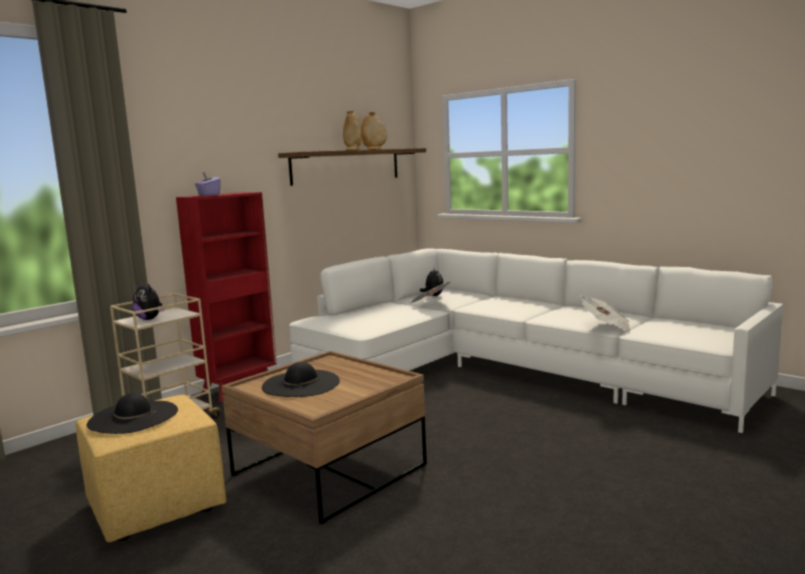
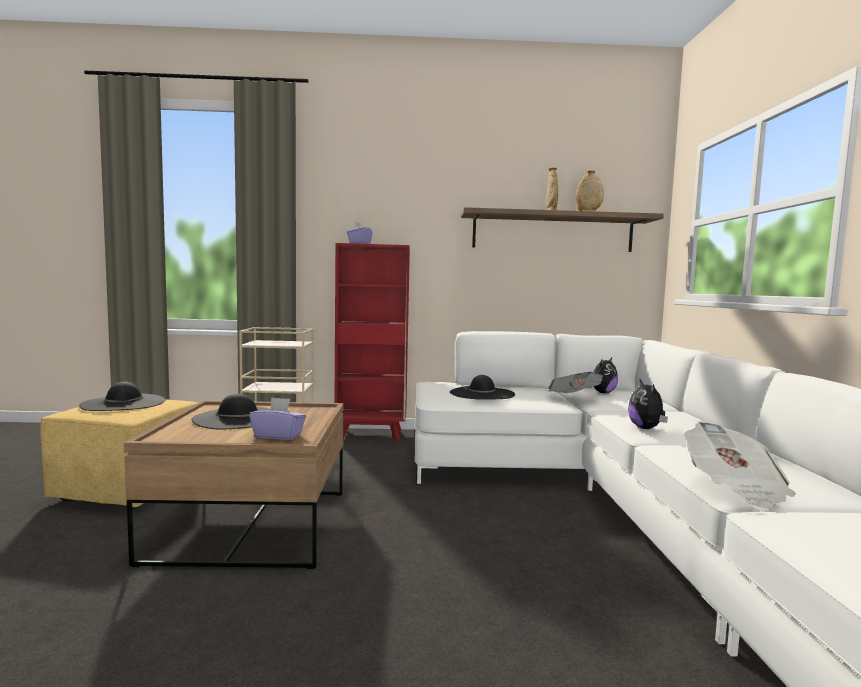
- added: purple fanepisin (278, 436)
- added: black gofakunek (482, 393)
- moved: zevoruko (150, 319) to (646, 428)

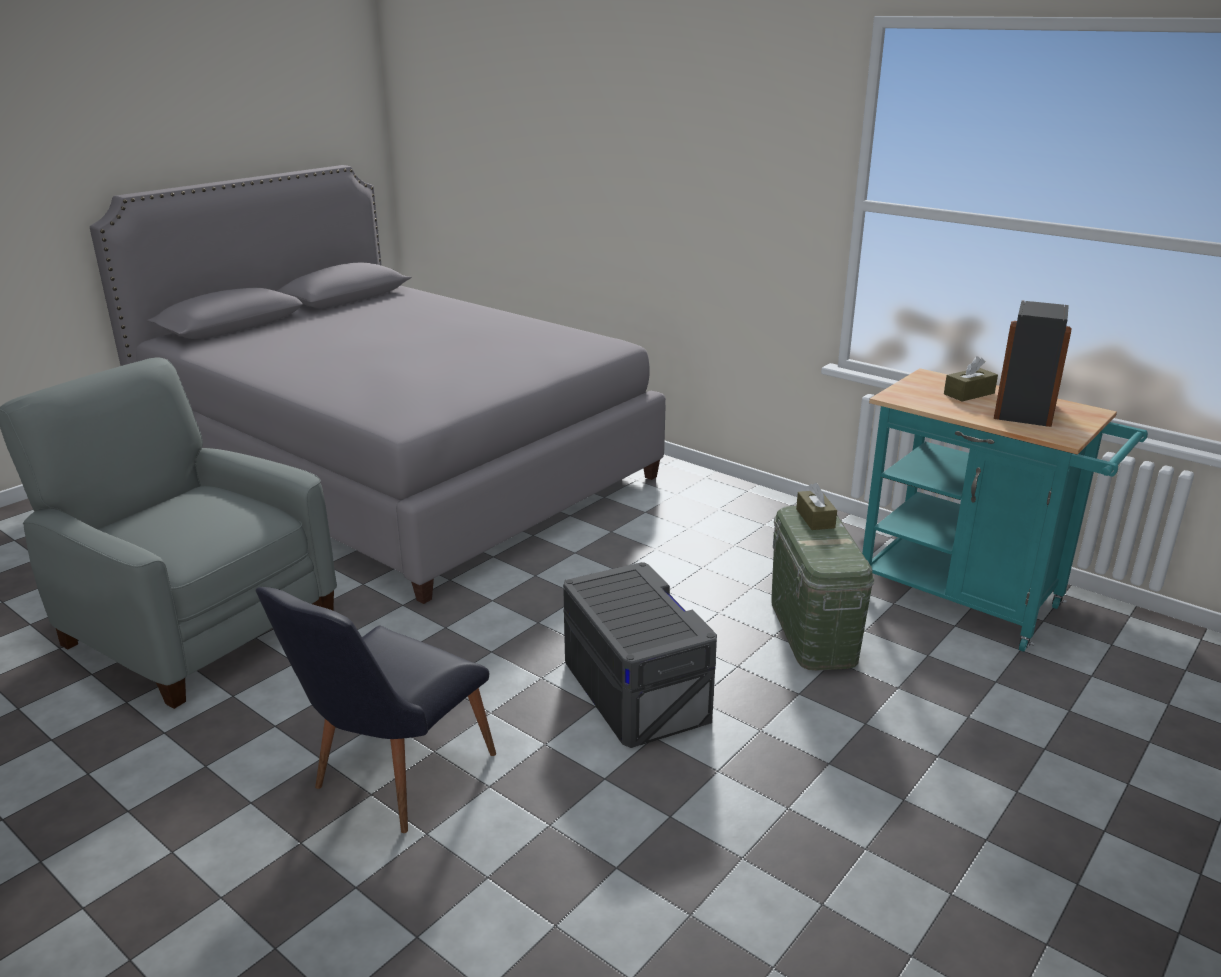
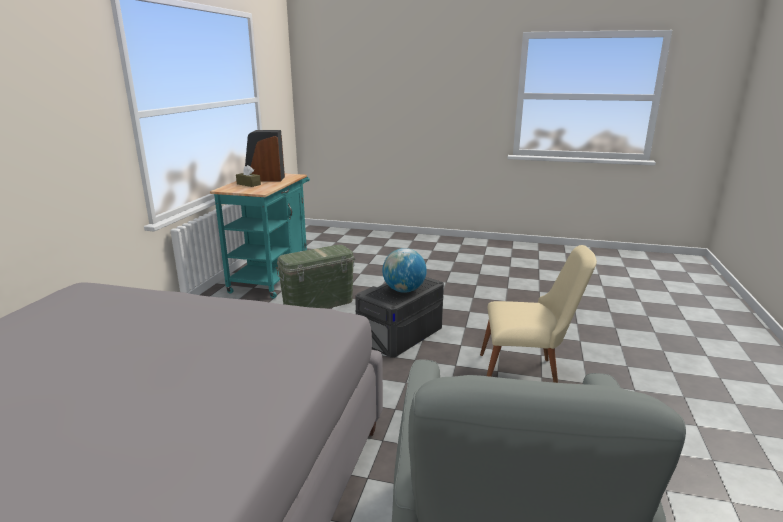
- added: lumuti (404, 290)
- recoloured: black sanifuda (391, 779) to beige sanifuda (527, 375)
- removed: brown fanepisin (815, 518)

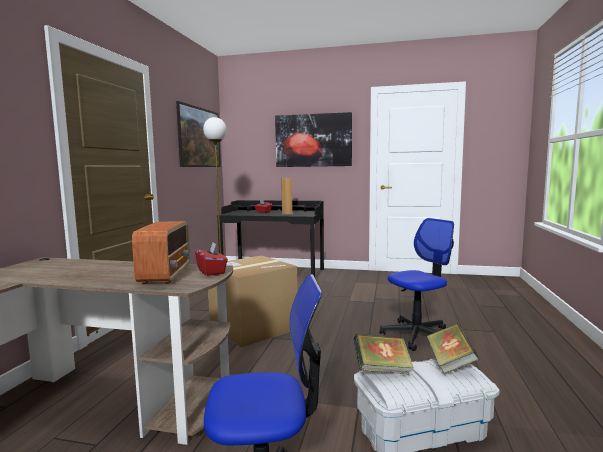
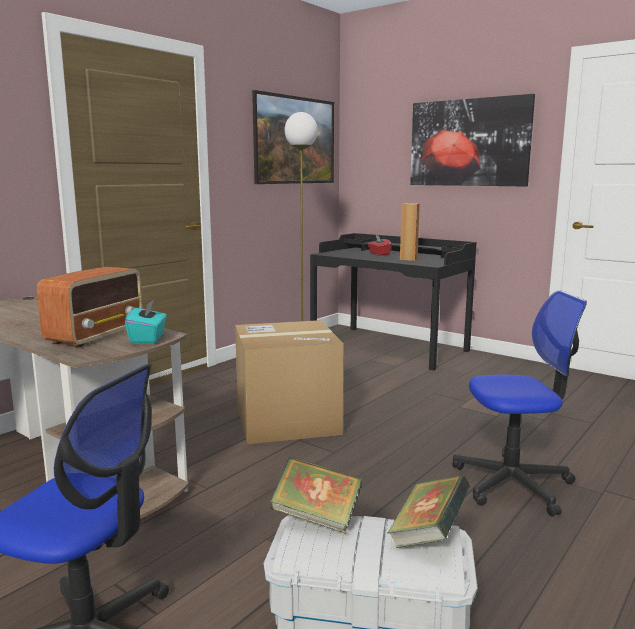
- recoloured: red fanepisin (211, 271) to turquoise fanepisin (148, 338)

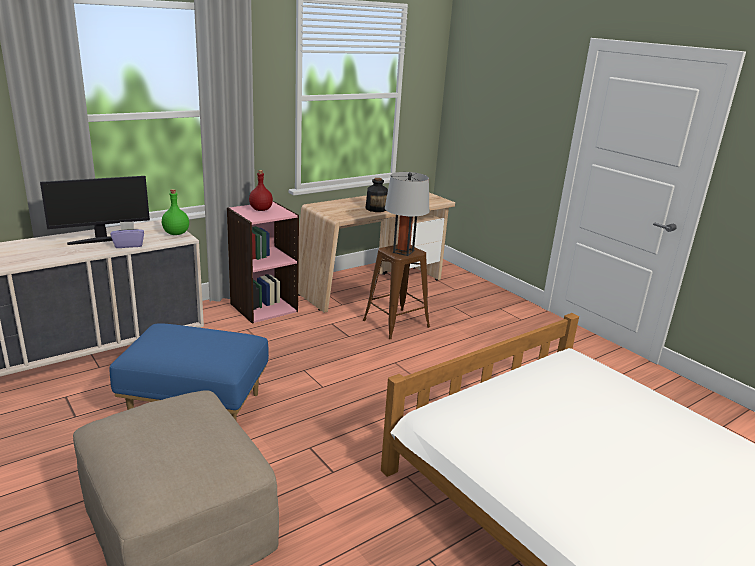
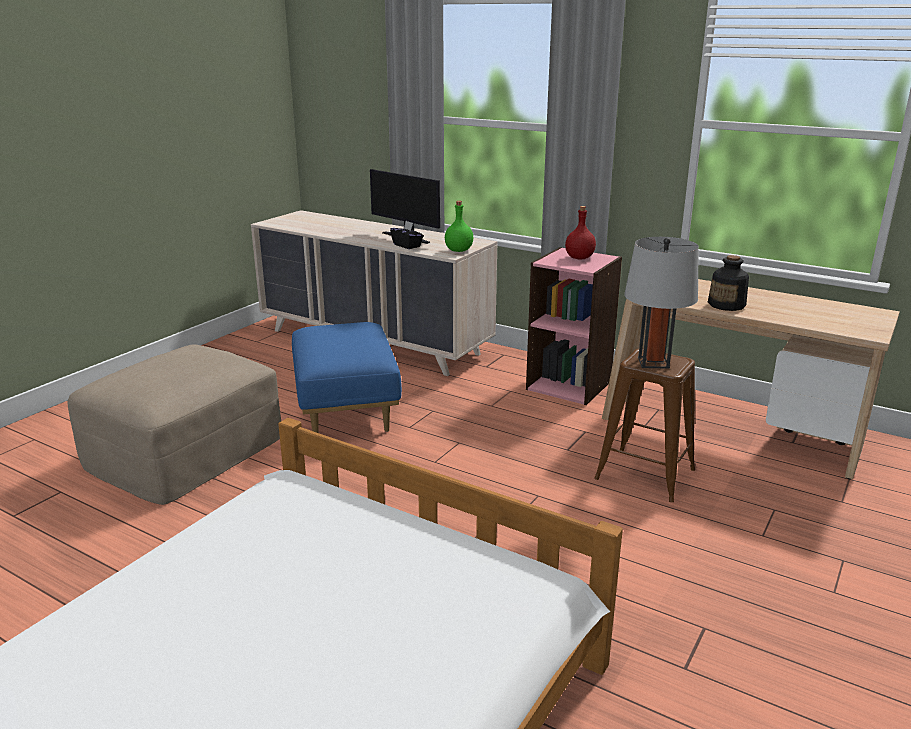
- recoloured: purple fanepisin (128, 245) to black fanepisin (407, 245)

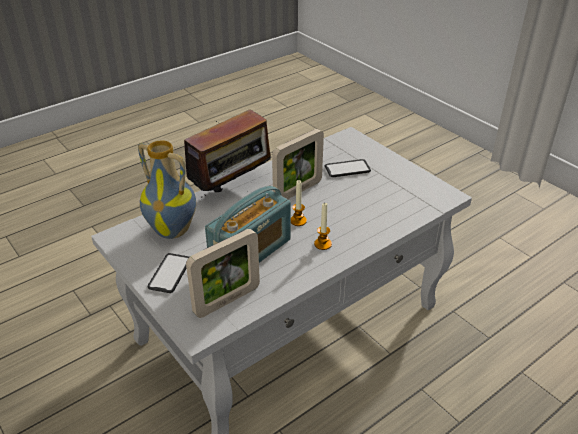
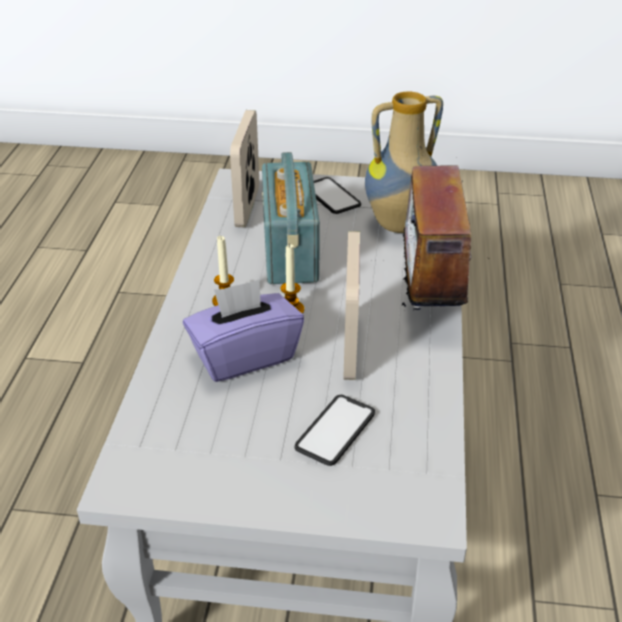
- added: purple fanepisin (244, 356)

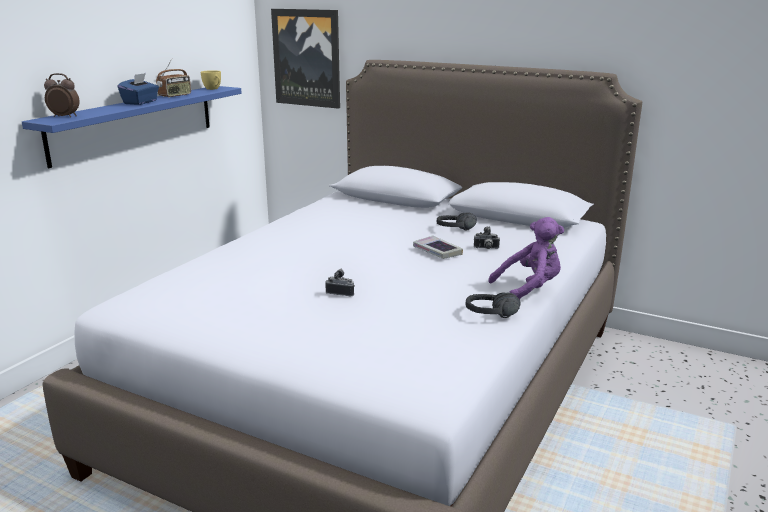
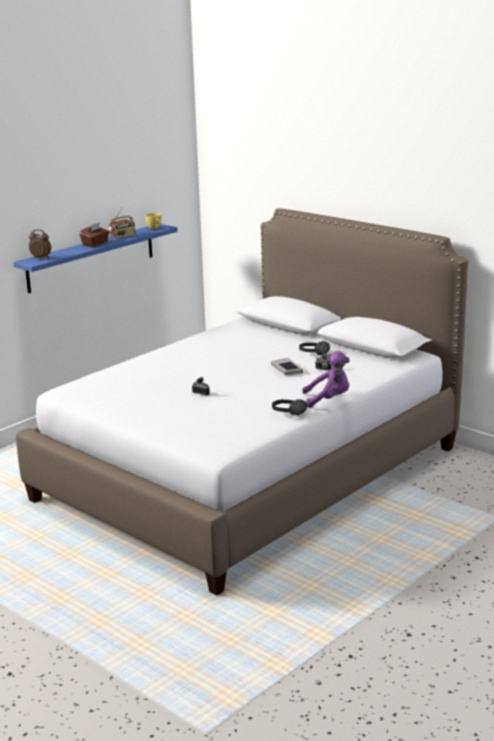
- recoloured: blue fanepisin (140, 102) to brown fanepisin (95, 244)
- removed: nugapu (307, 58)

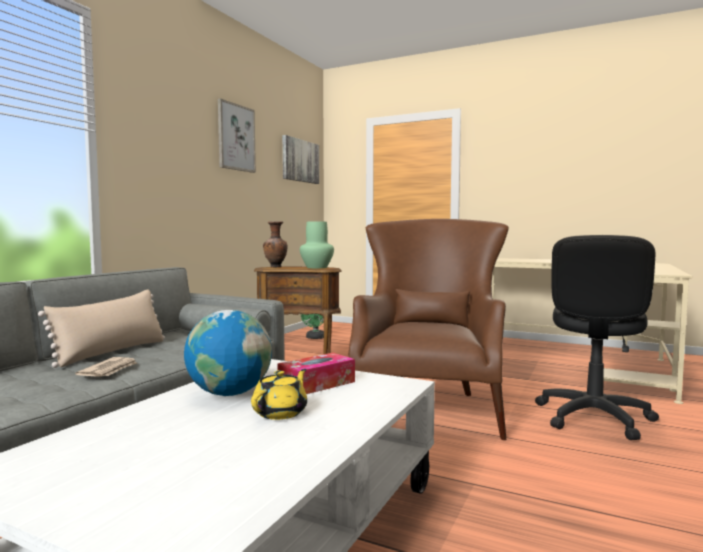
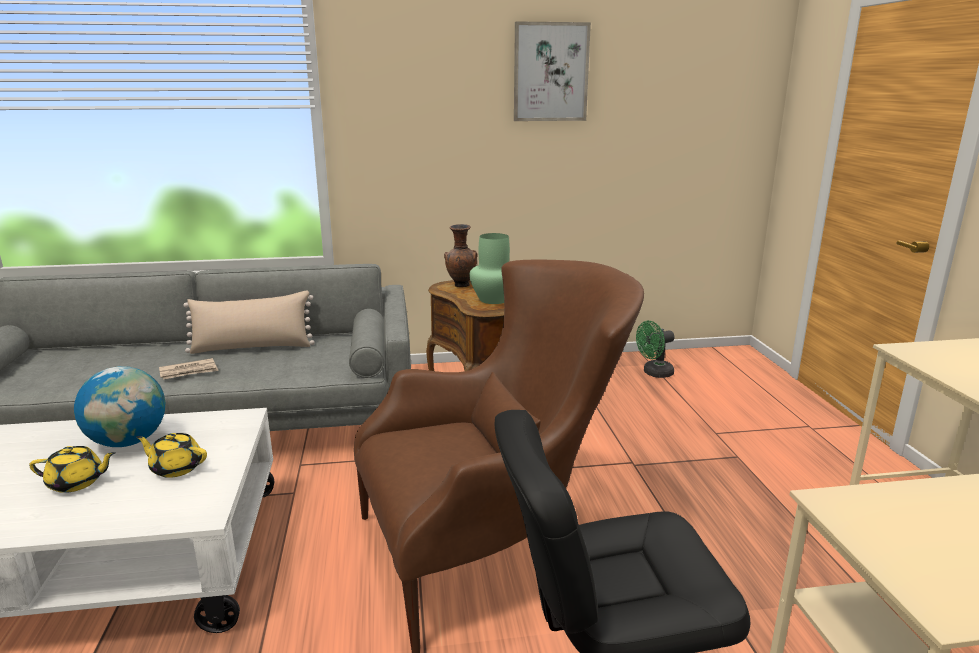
- replaced: fanepisin (317, 384) to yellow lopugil (176, 468)
- removed: nugapu (300, 161)

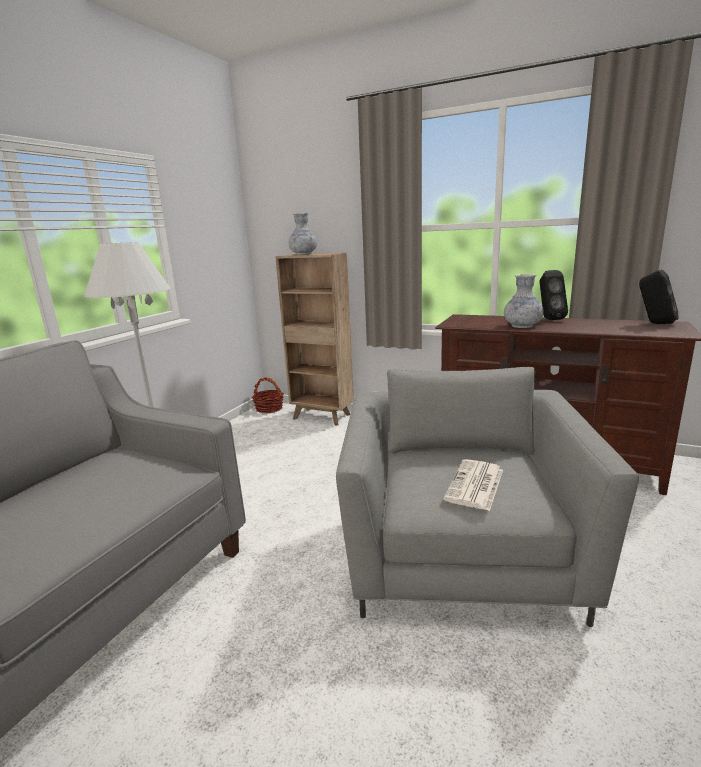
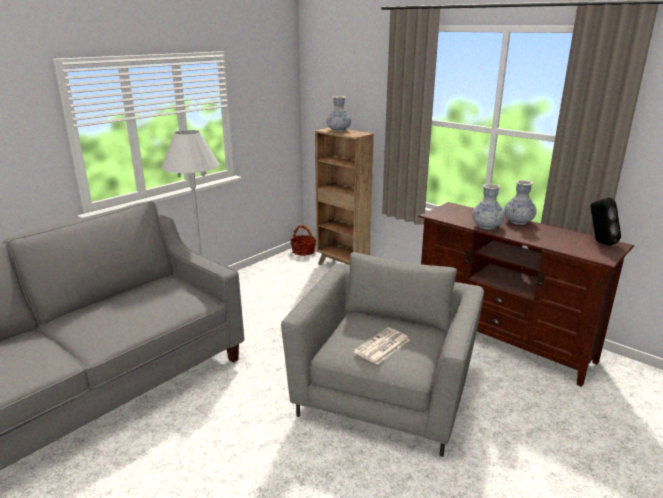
- replaced: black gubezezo (548, 319) to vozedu (518, 222)

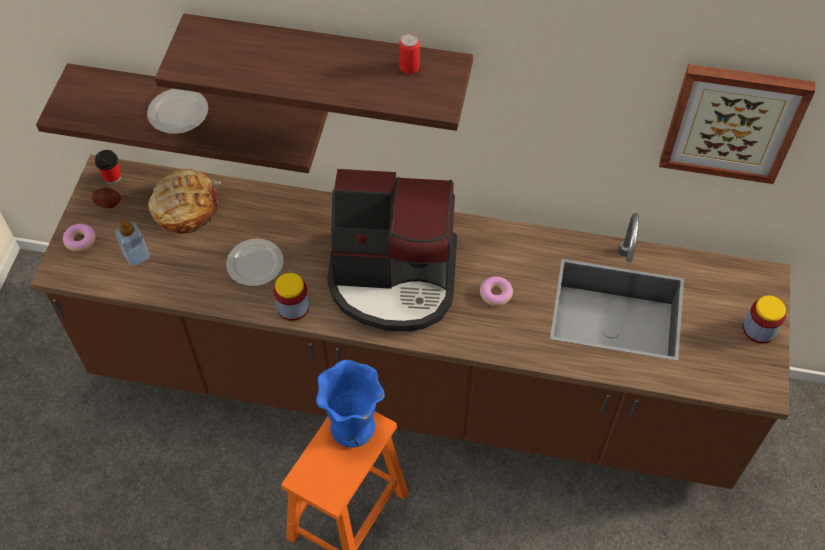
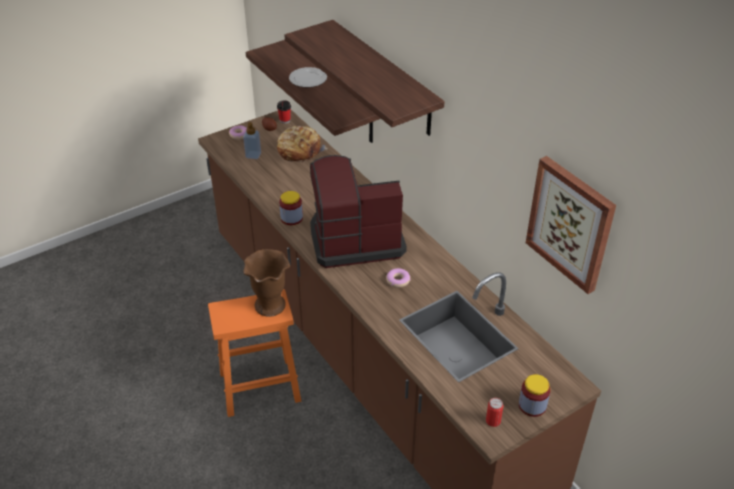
- recoloured: blue vozedu (353, 427) to brown vozedu (270, 305)
- turned: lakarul (394, 279) = (355, 239) 120 degrees clockwise
- moved: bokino (409, 67) to (493, 421)
- removed: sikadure (256, 264)

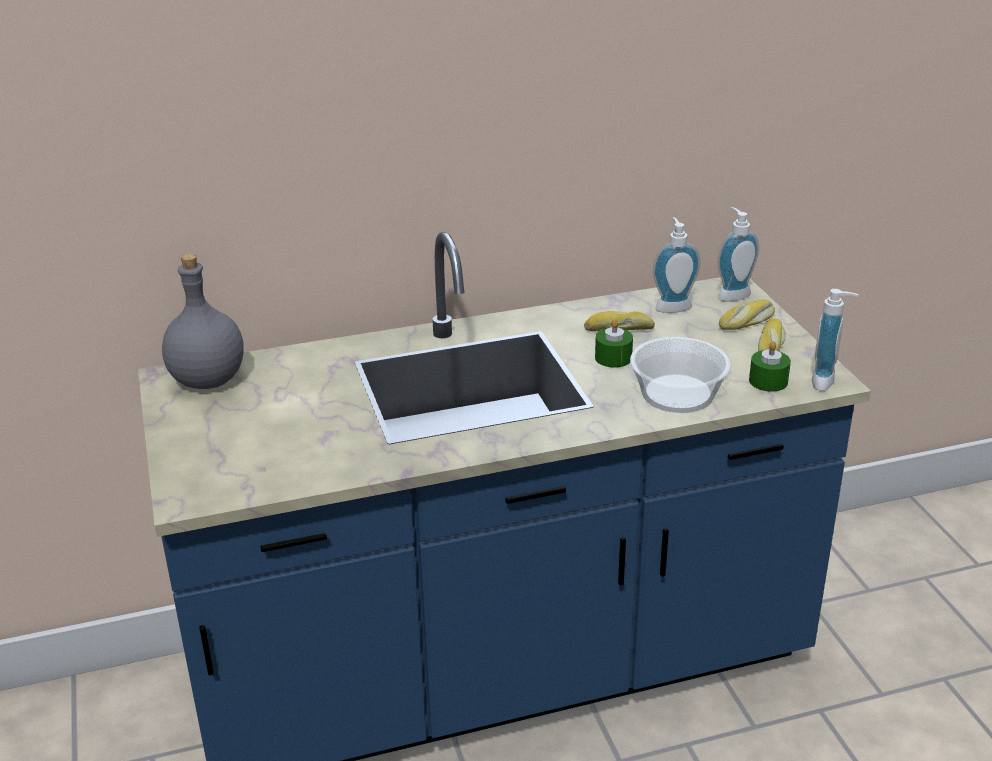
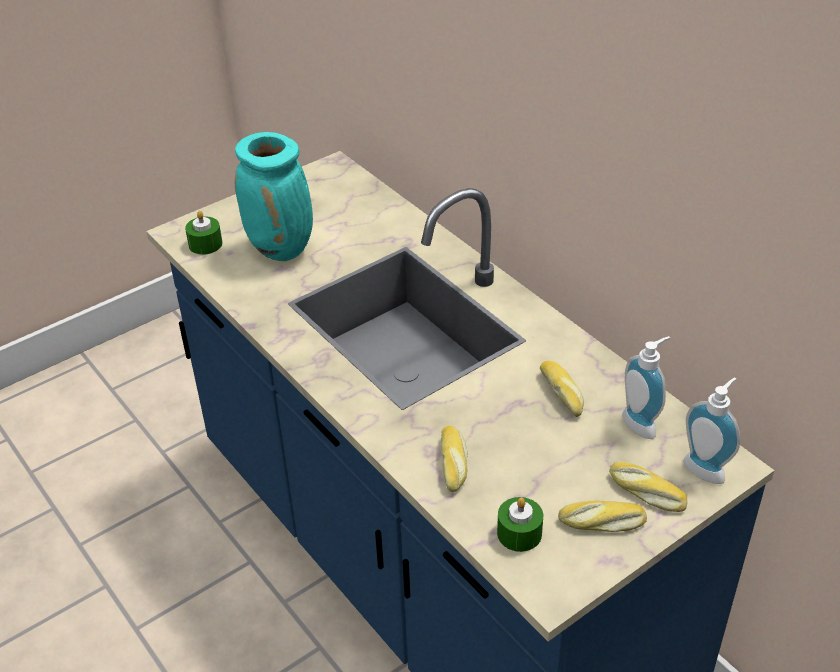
- moved: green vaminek (613, 358) to (205, 244)
- added: turquoise vozedu (282, 250)
- replaced: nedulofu (676, 394) to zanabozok (454, 463)
- removed: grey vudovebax (209, 379)
- removed: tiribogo (827, 382)

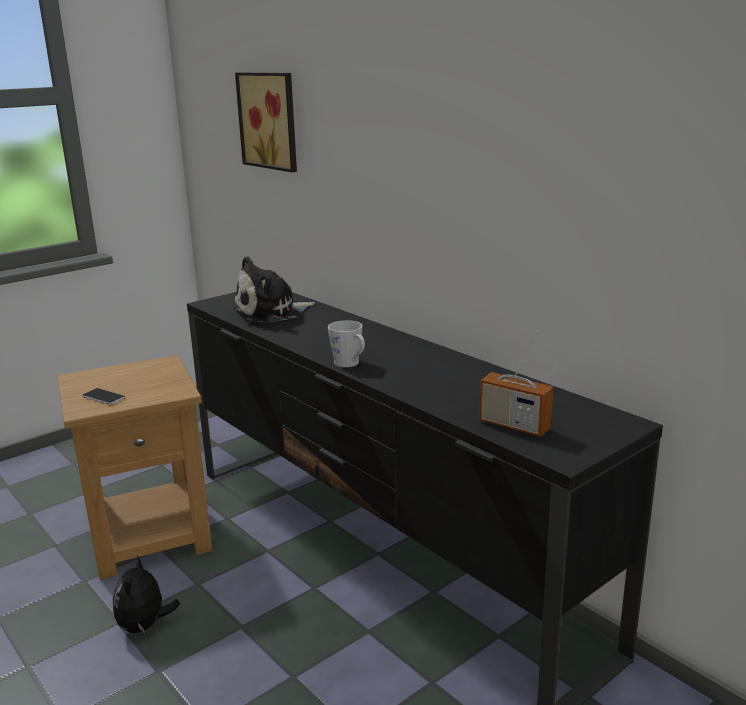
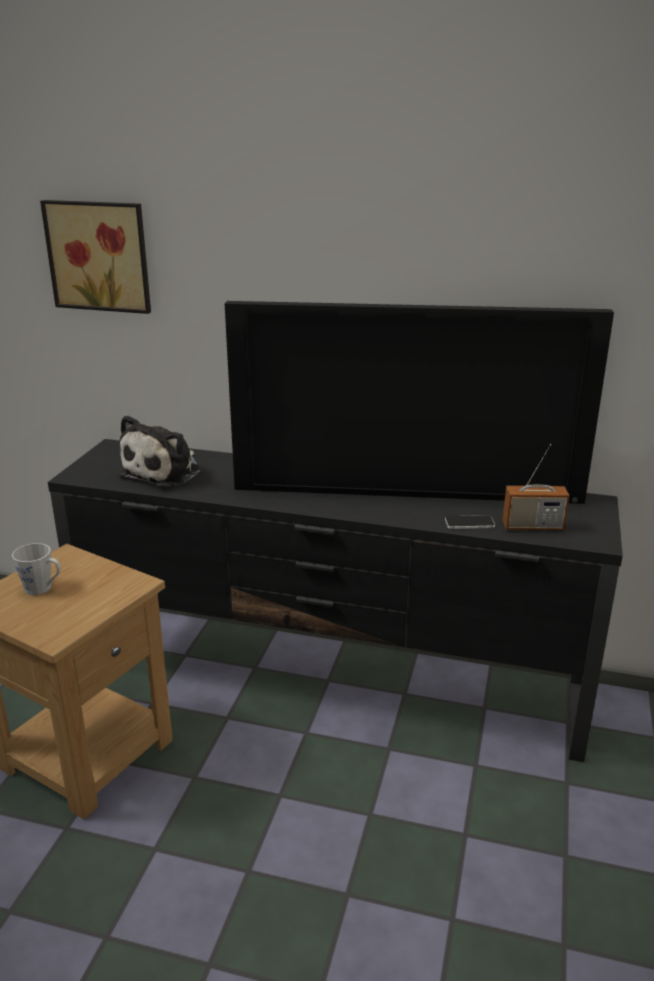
- moved: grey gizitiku (349, 364) to (42, 588)
- added: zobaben (408, 487)
- moved: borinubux (103, 397) to (469, 523)
- removed: zevoruko (145, 626)

